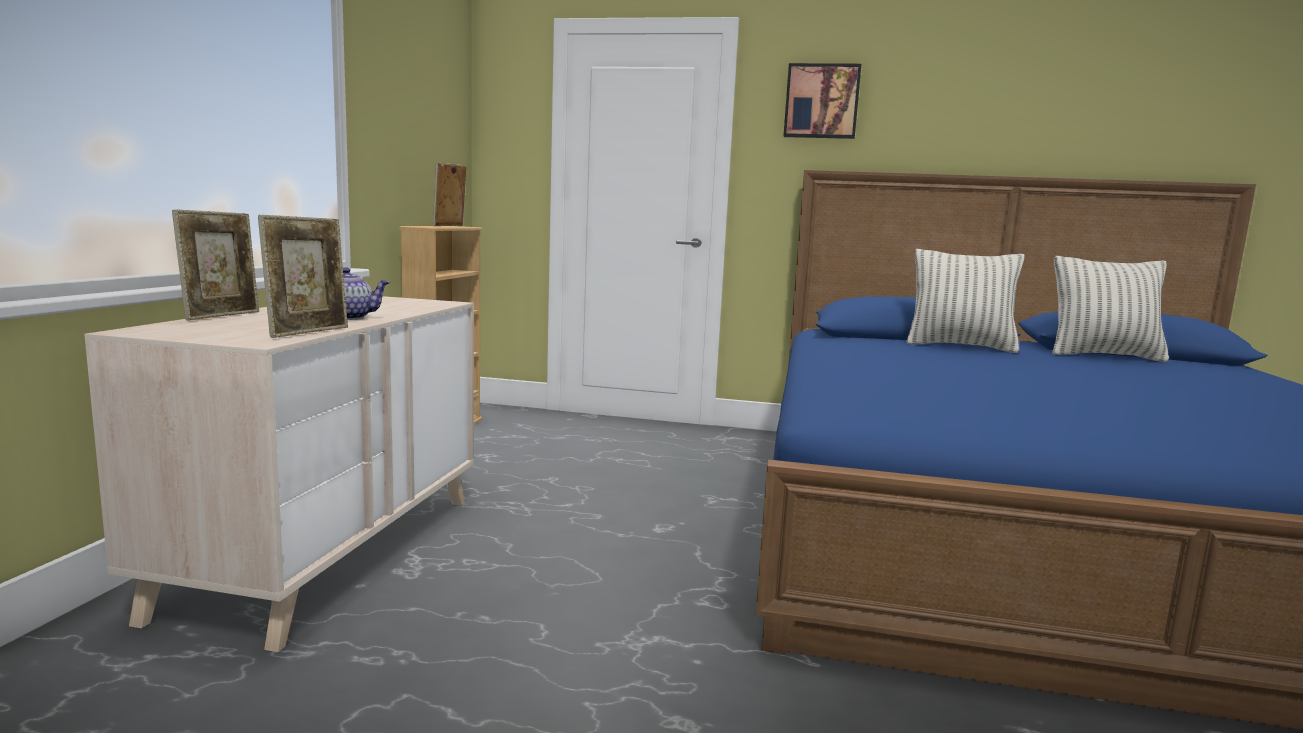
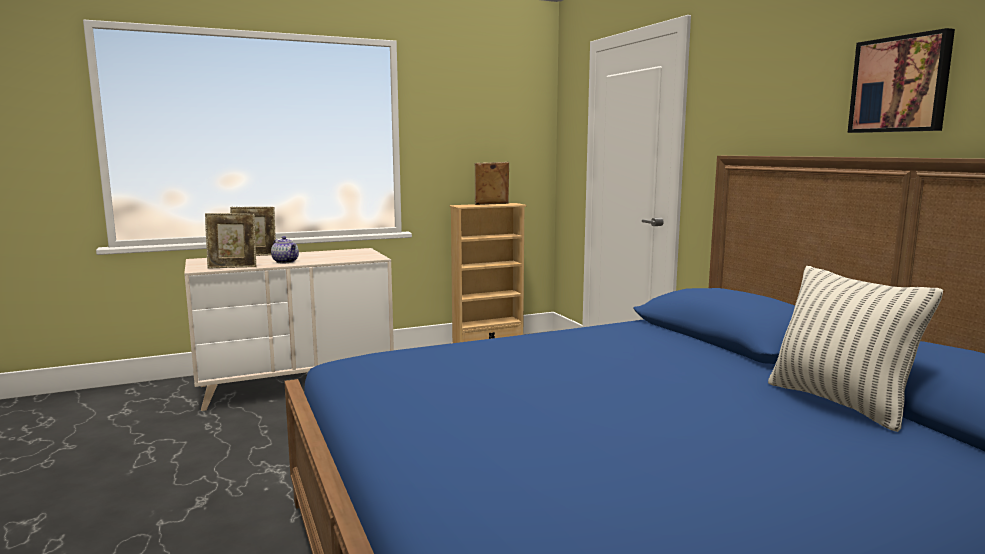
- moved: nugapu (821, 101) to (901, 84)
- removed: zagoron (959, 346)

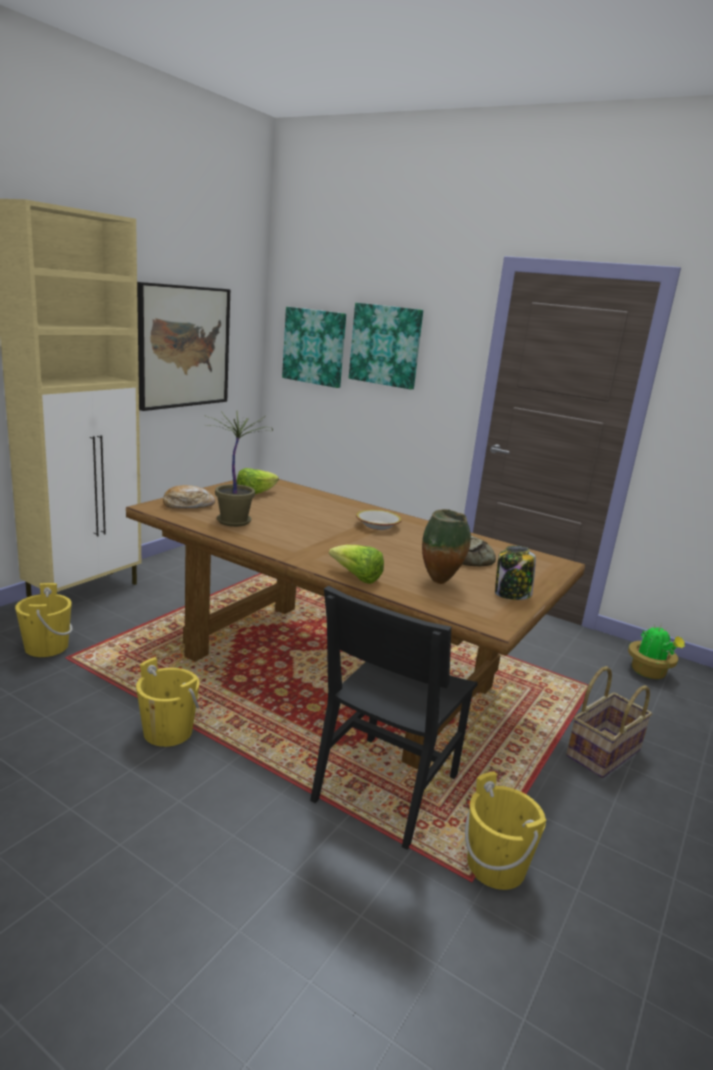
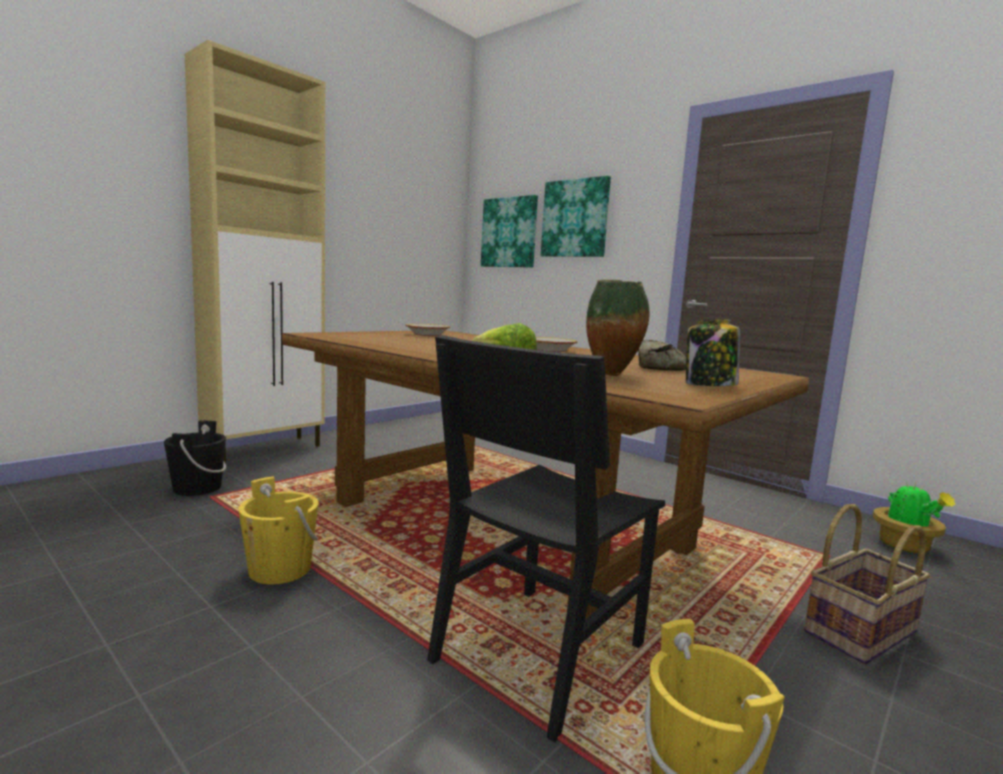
- recoloured: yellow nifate (46, 647) to black nifate (197, 488)
- replaced: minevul (255, 493) to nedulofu (427, 335)
- removed: nugapu (184, 347)
- removed: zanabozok (188, 505)
- removed: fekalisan (235, 521)

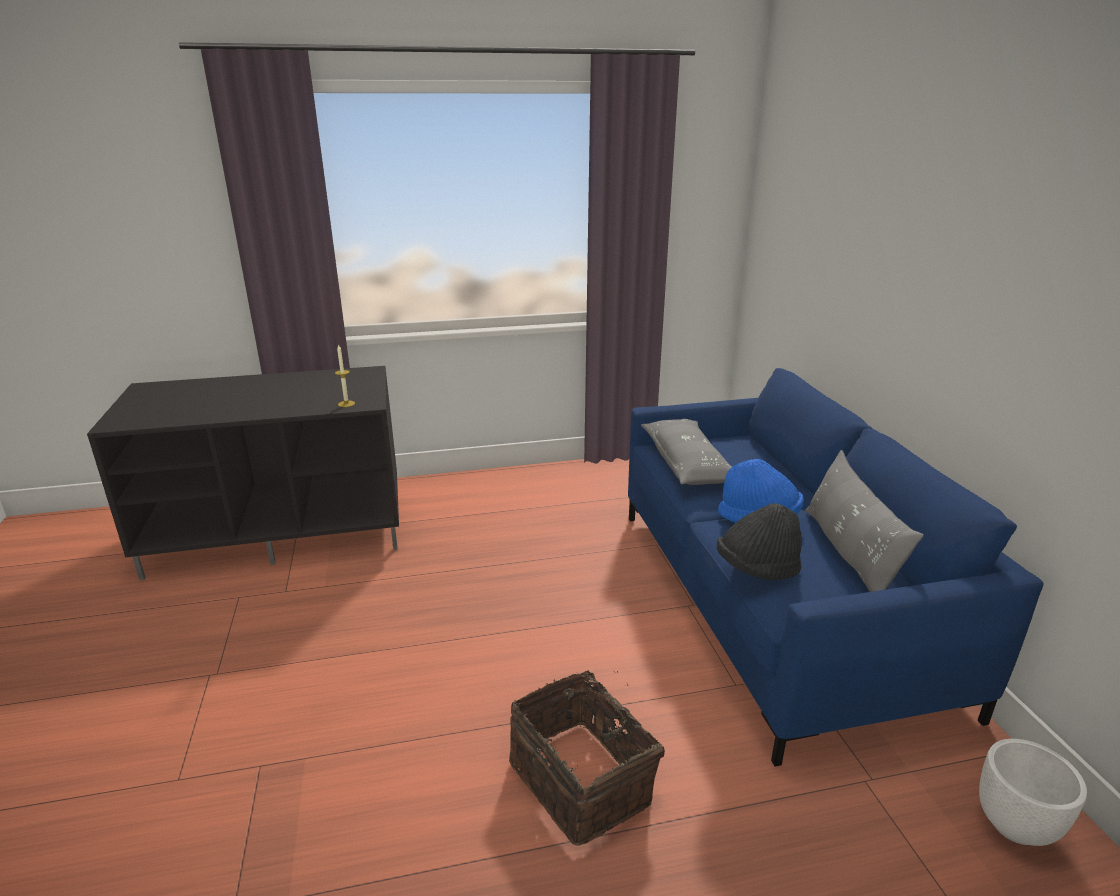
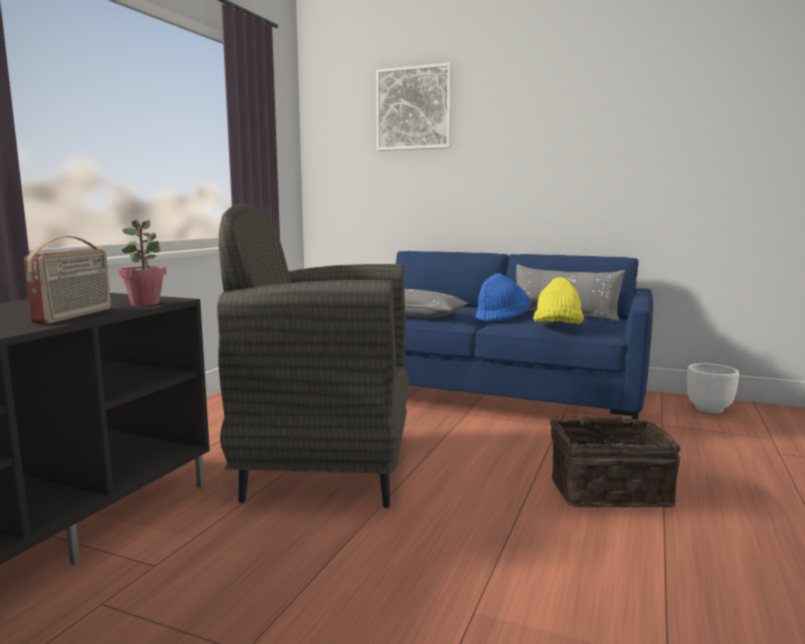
- added: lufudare (75, 315)
- replaced: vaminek (346, 404) to fekalisan (145, 303)
- added: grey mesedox (325, 468)
- added: nugapu (414, 108)
- recoloured: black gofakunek (757, 569) to yellow gofakunek (557, 327)

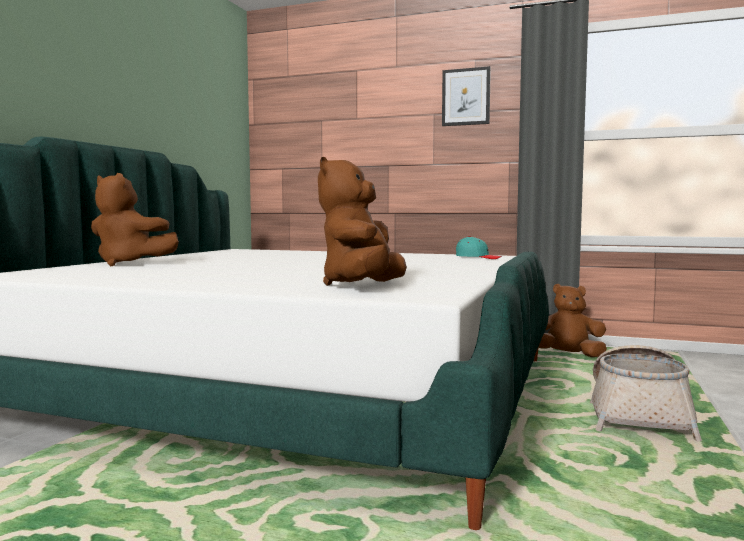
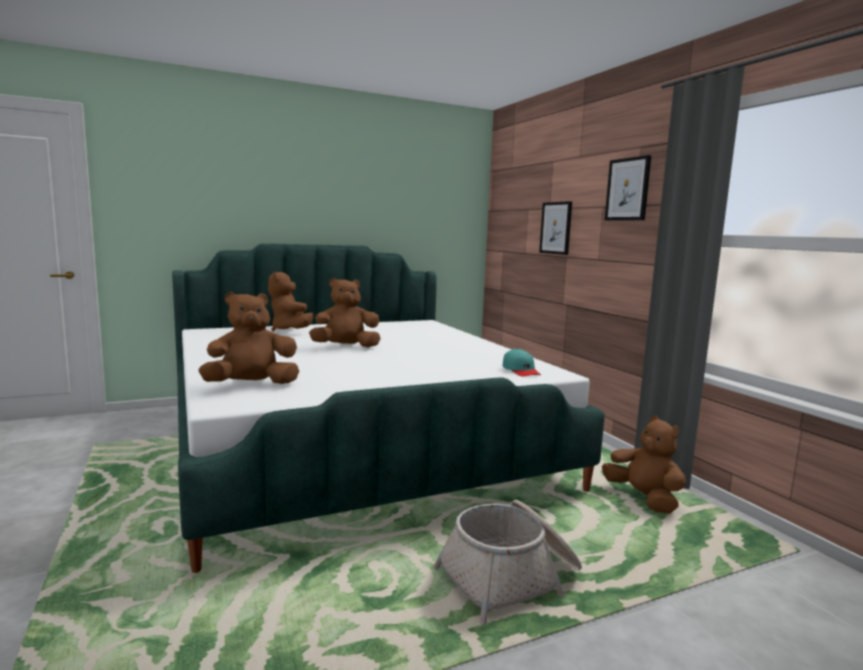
- added: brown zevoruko (345, 347)
- added: nugapu (556, 228)

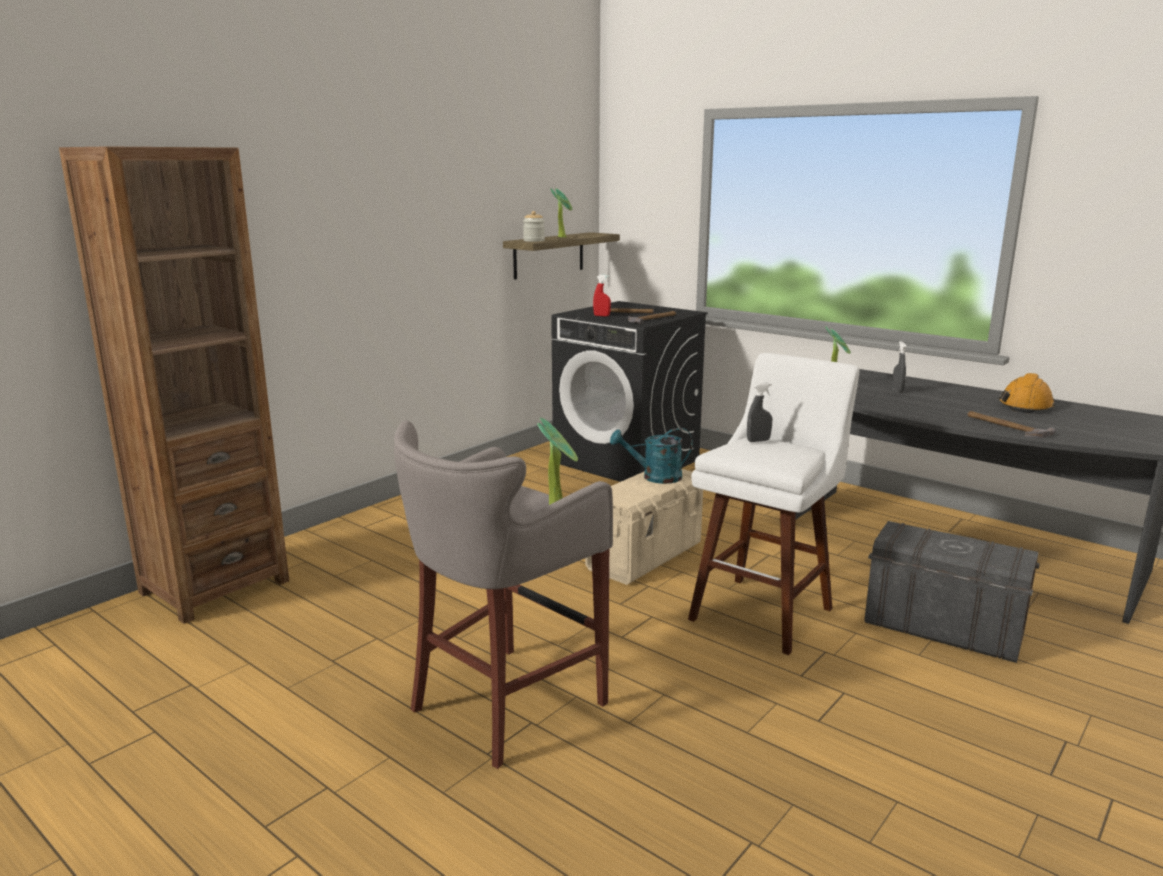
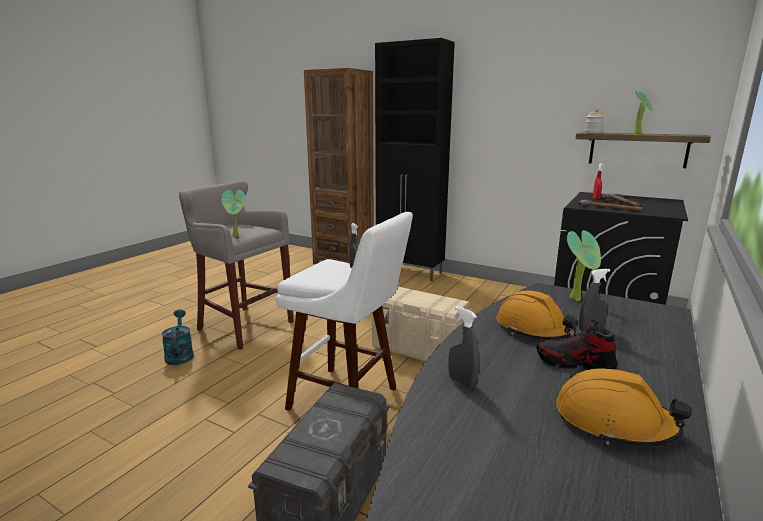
- moved: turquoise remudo (655, 477) to (179, 354)
- added: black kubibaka (410, 272)
- replaced: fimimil (1005, 427) to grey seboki (462, 382)
- added: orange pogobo (533, 329)
- added: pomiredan (574, 363)

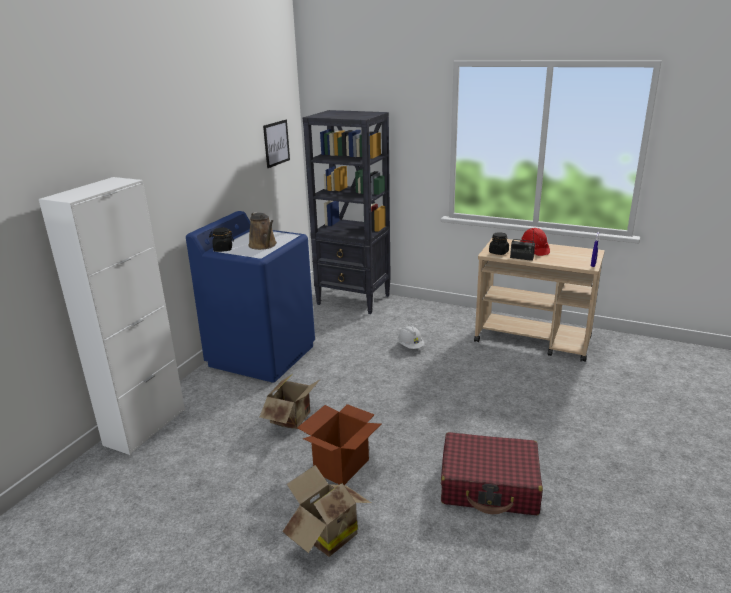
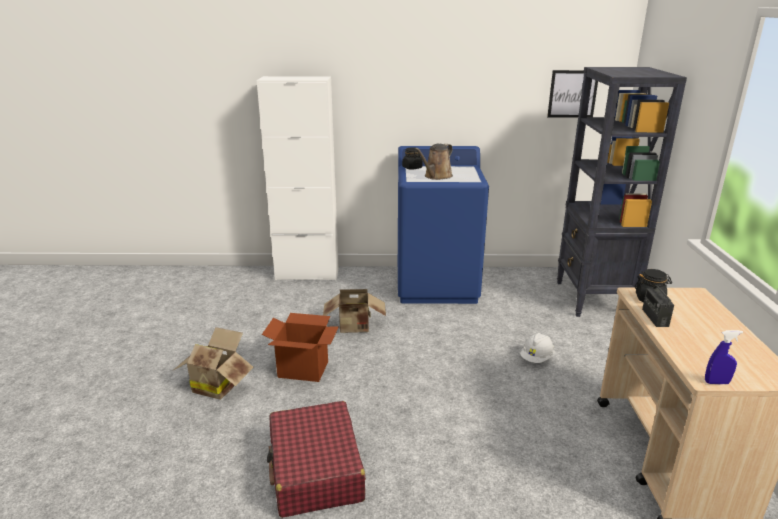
- removed: red pogobo (534, 250)

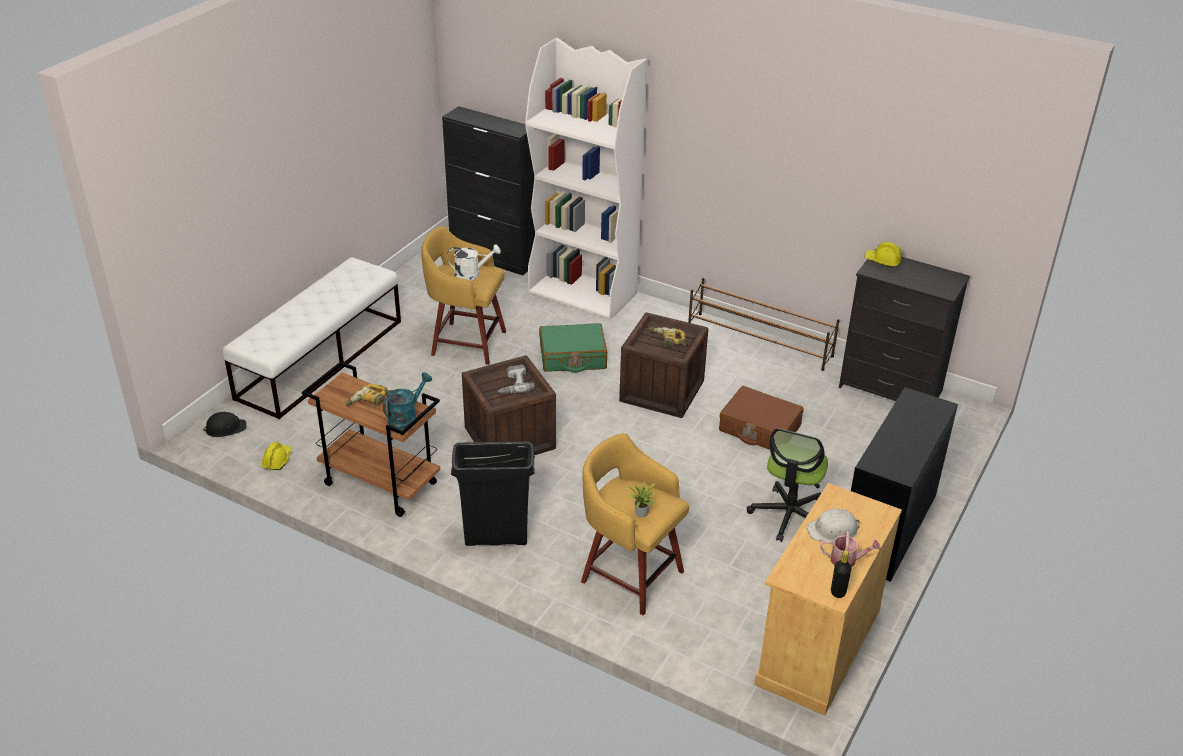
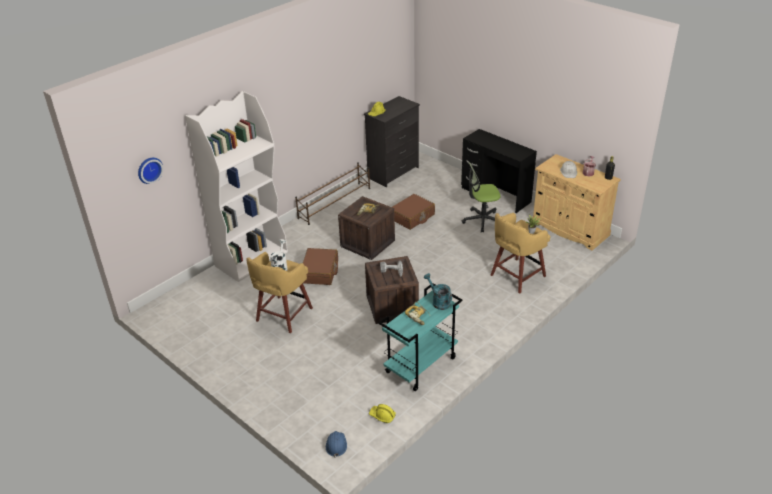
- added: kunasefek (149, 169)
- recoloured: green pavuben (572, 357) to brown pavuben (320, 272)
- recoloured: black pogobo (225, 428) to blue pogobo (336, 445)
- recoloured: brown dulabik (379, 484) to turquoise dulabik (421, 366)
- turned: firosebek (789, 515) = (482, 220) 135 degrees clockwise
- removed: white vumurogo (320, 359)
- removed: black kubibaka (494, 257)
- removed: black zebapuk (495, 537)

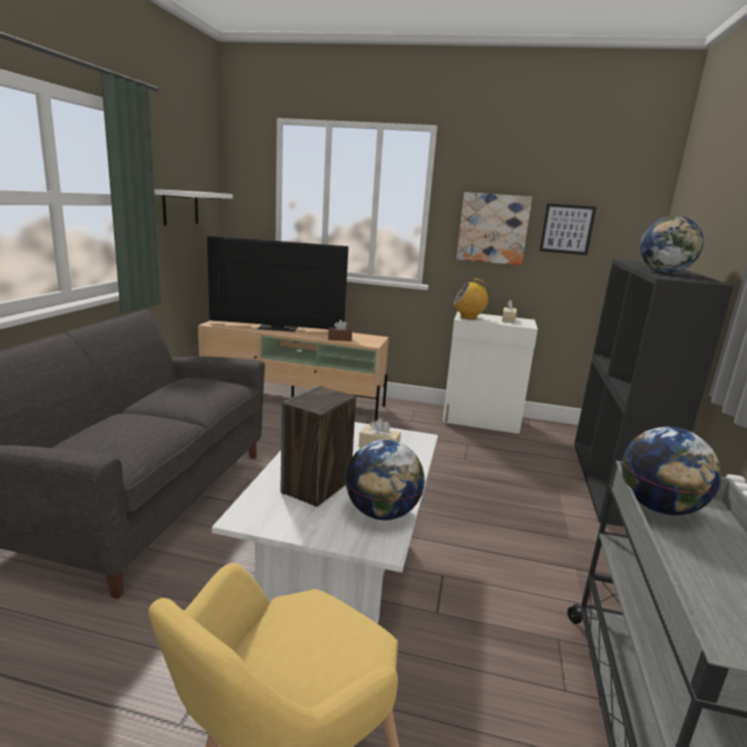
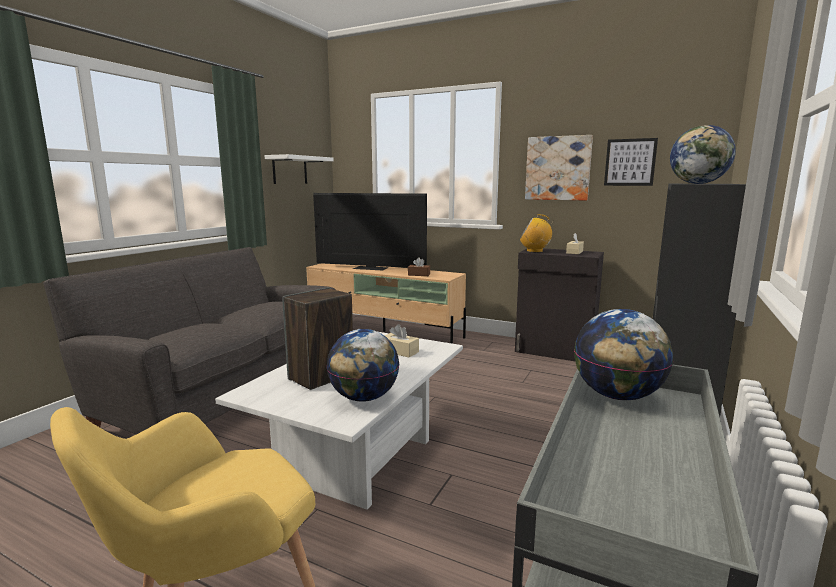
- recoloured: white kubibaka (481, 420) to black kubibaka (555, 351)

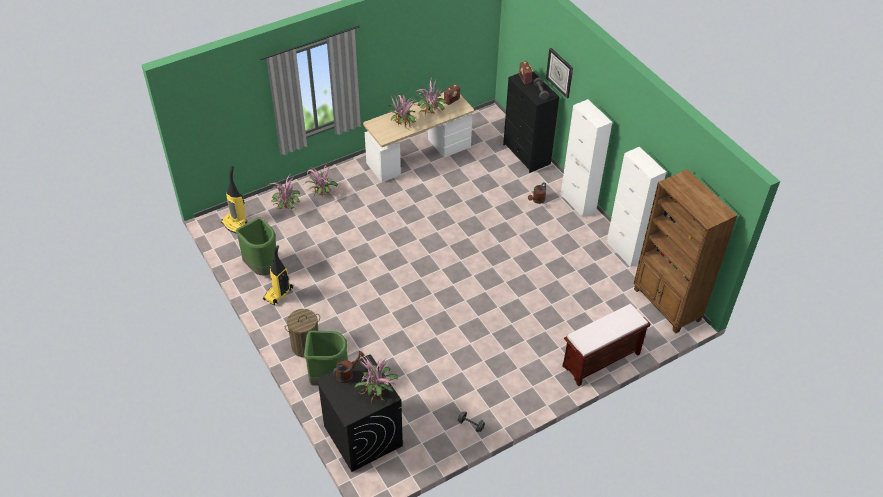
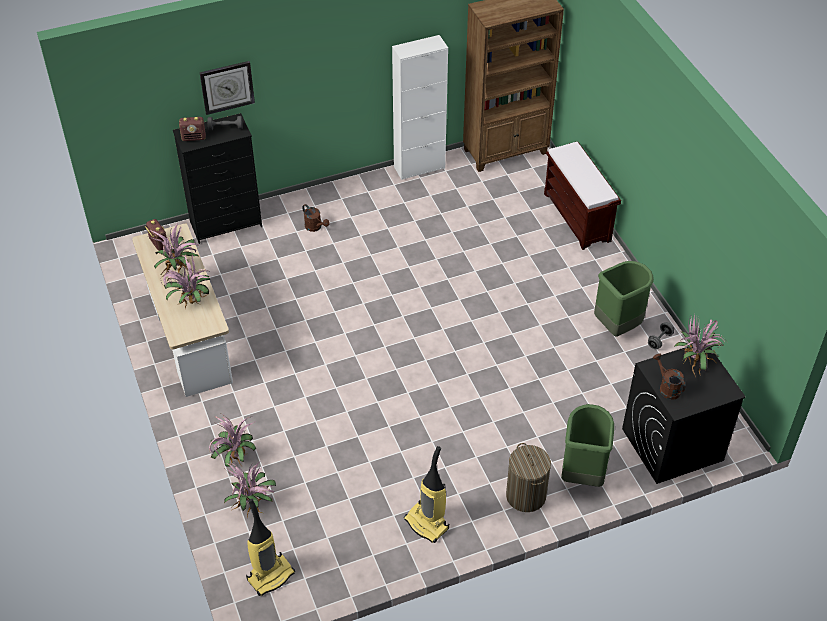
- moved: green zebapuk (263, 267) to (618, 325)
- removed: white kubibaka (578, 203)

